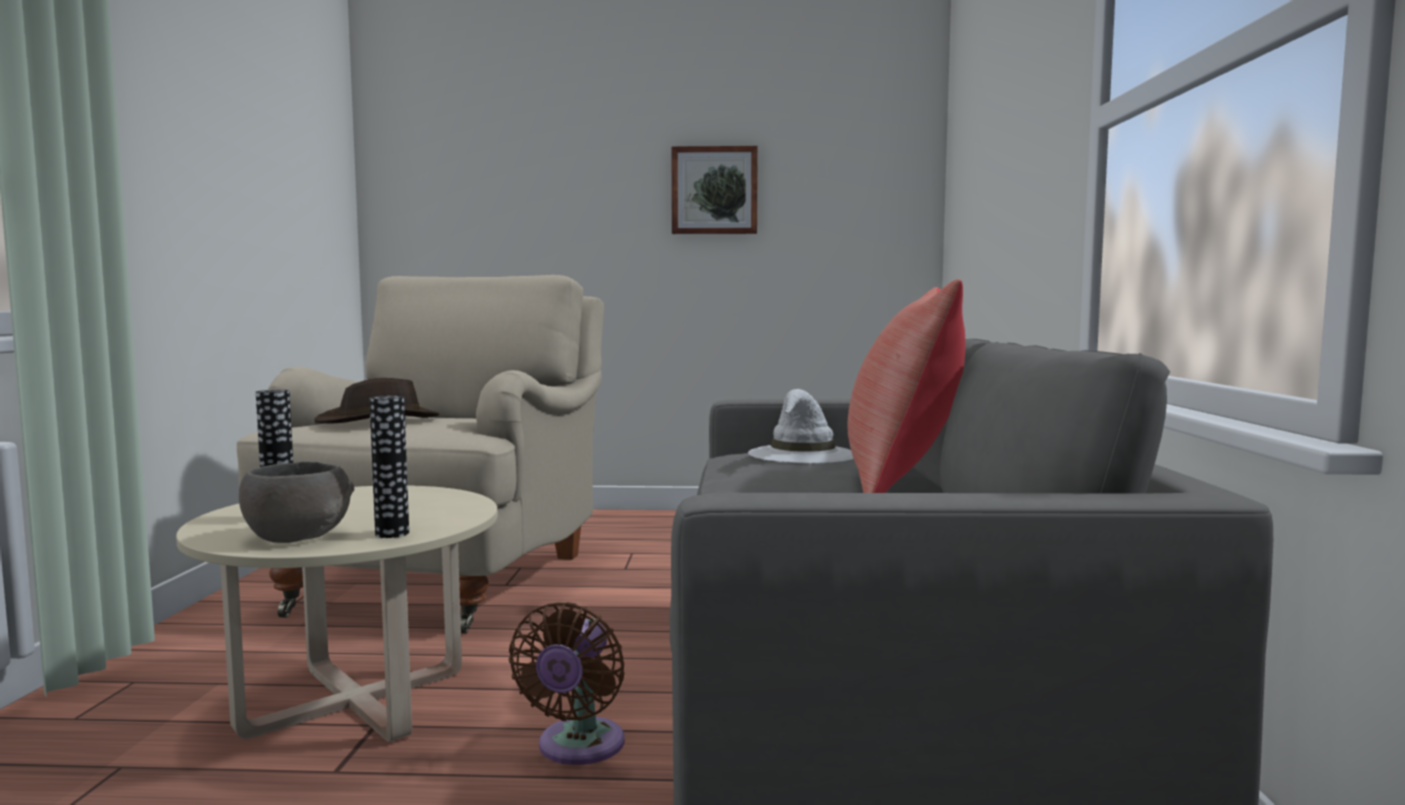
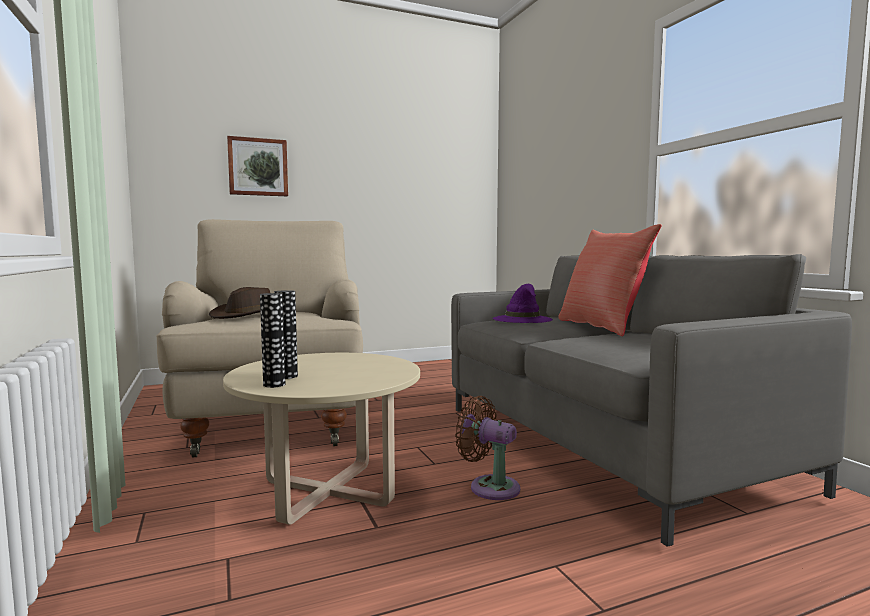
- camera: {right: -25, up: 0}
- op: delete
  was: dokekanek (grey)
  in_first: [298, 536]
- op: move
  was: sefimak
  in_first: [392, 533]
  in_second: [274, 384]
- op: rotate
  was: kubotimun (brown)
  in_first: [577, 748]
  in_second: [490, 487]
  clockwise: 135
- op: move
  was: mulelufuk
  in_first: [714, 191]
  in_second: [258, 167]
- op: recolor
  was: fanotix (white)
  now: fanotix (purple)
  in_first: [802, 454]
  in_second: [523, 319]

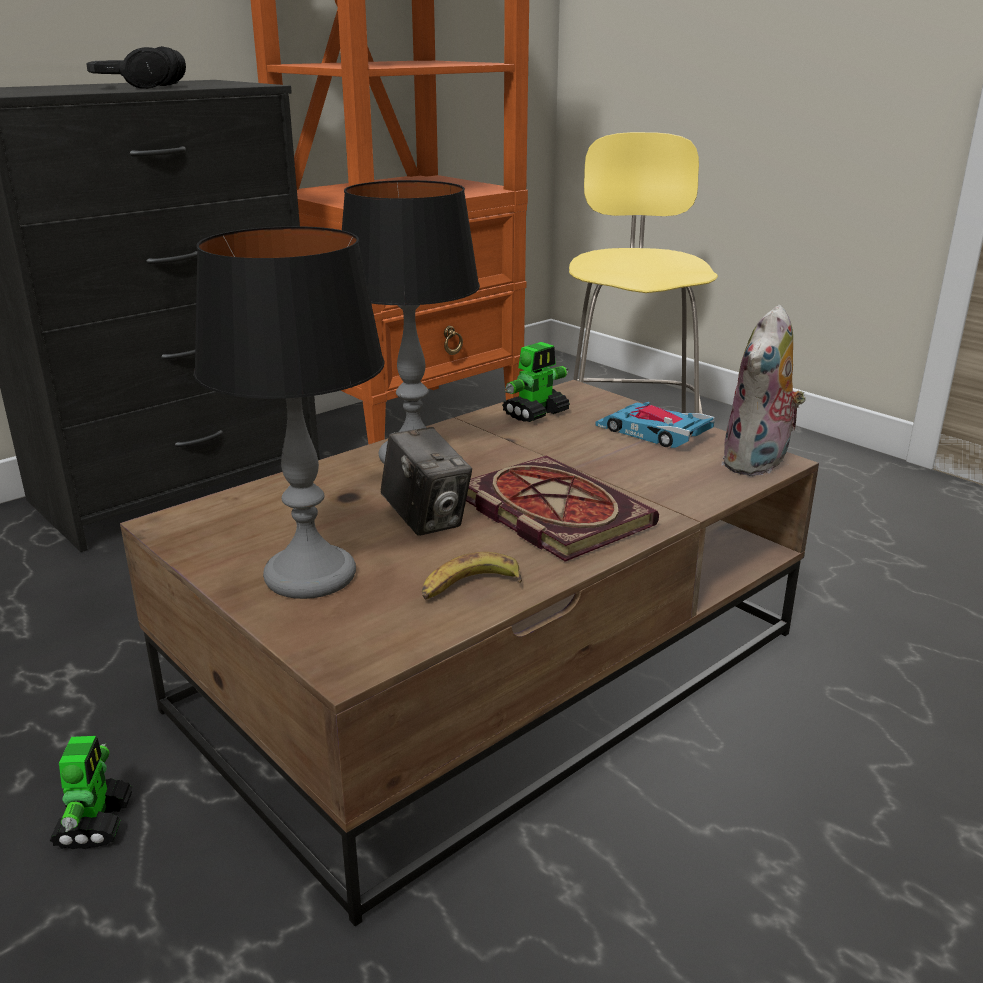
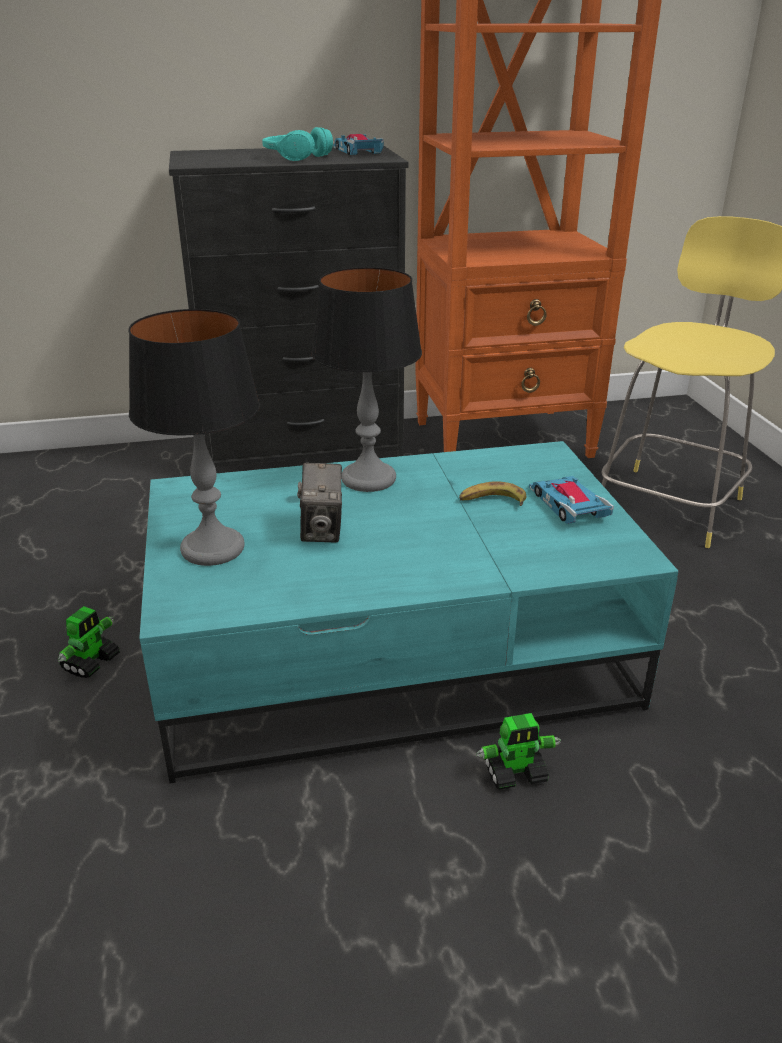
- camera: {right: 30, up: 5}
- op: recolor
  was: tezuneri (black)
  now: tezuneri (turquoise)
  in_first: [137, 87]
  in_second: [296, 157]
- op: recolor
  was: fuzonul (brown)
  now: fuzonul (turquoise)
  in_first: [494, 667]
  in_second: [394, 653]
- op: move
  was: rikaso
  in_first: [469, 587]
  in_second: [492, 501]
- op: delete
  was: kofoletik
  in_first: [549, 512]
- op: move
  was: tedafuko
  in_first: [536, 413]
  in_second: [516, 773]
- op: delete
  was: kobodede
  in_first: [758, 464]
- op: insert
  now: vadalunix
  in_second: [357, 151]

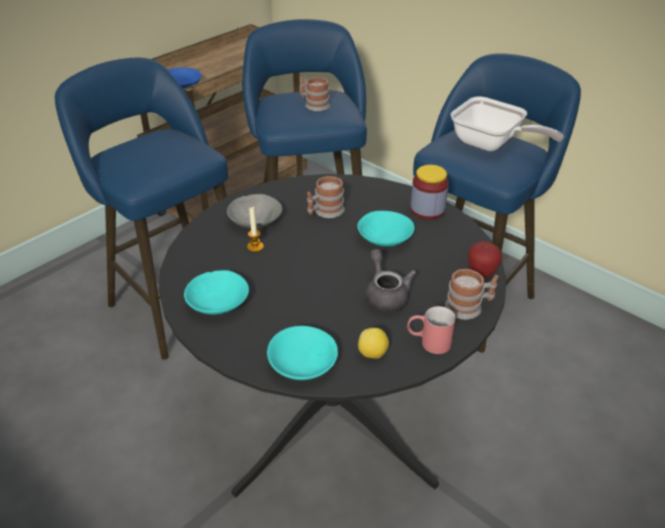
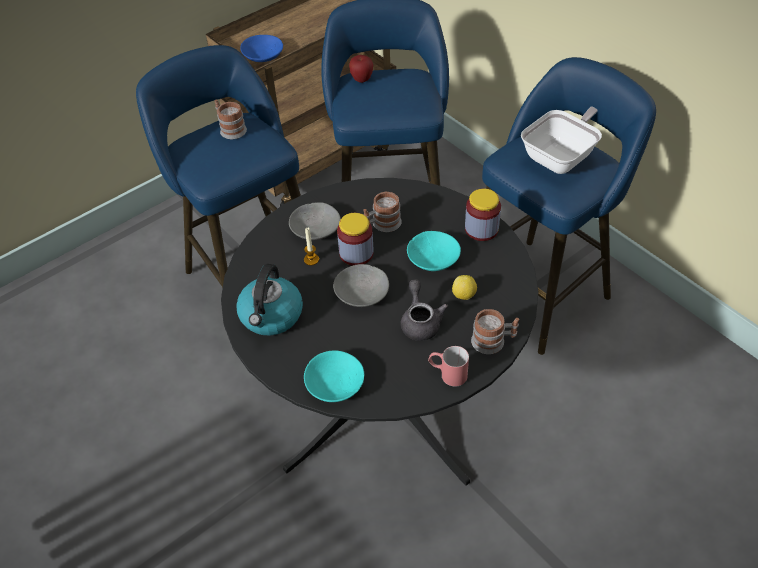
- camera: {right: 10, up: 10}
- op: replace
  was: dokekanek (turquoise)
  now: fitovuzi
  in_first: [218, 302]
  in_second: [271, 316]
- op: move
  was: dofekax
  in_first: [314, 105]
  in_second: [230, 129]
- op: move
  was: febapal
  in_first: [373, 354]
  in_second: [464, 295]
- op: rotate
  was: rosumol
  in_first: [491, 145]
  in_second: [563, 156]
  clockwise: -90
- op: move
  was: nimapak
  in_first: [481, 273]
  in_second: [362, 79]
- op: insert
  now: dokekanek (grey)
  in_second: [362, 293]
- op: insert
  now: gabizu
  in_second: [356, 253]

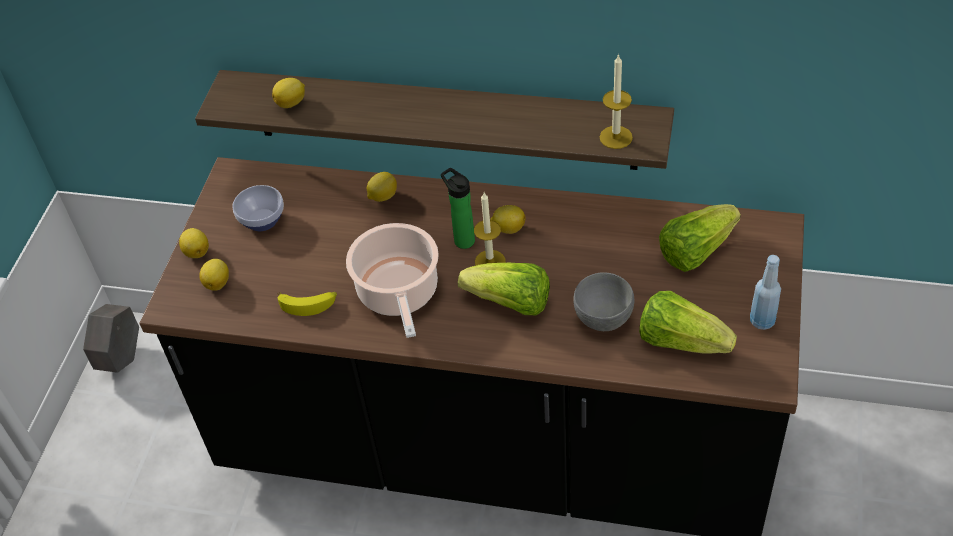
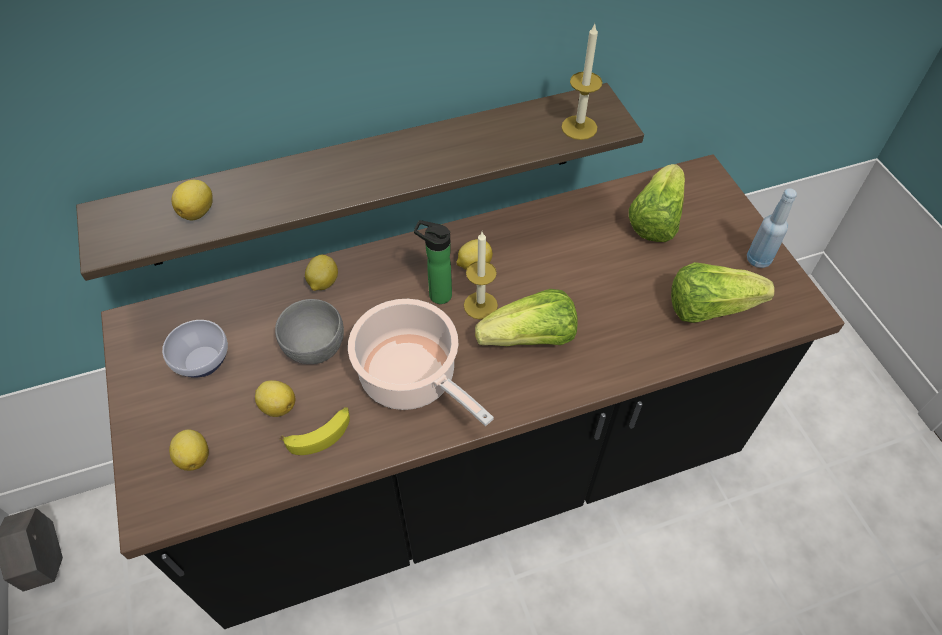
- camera: {right: -35, up: 5}
- op: move
  was: febapal
  in_first: [197, 251]
  in_second: [277, 406]
- op: move
  was: dokekanek (grey)
  in_first: [604, 318]
  in_second: [316, 347]

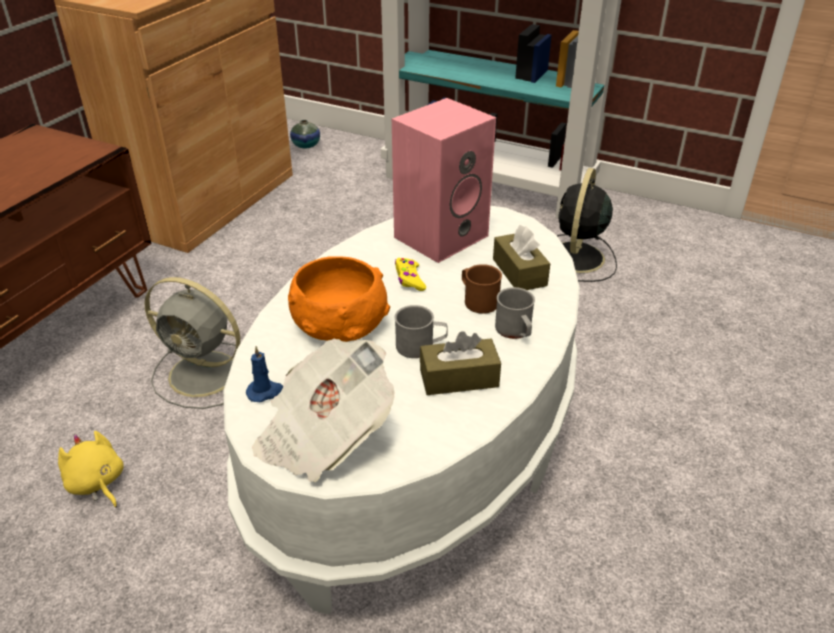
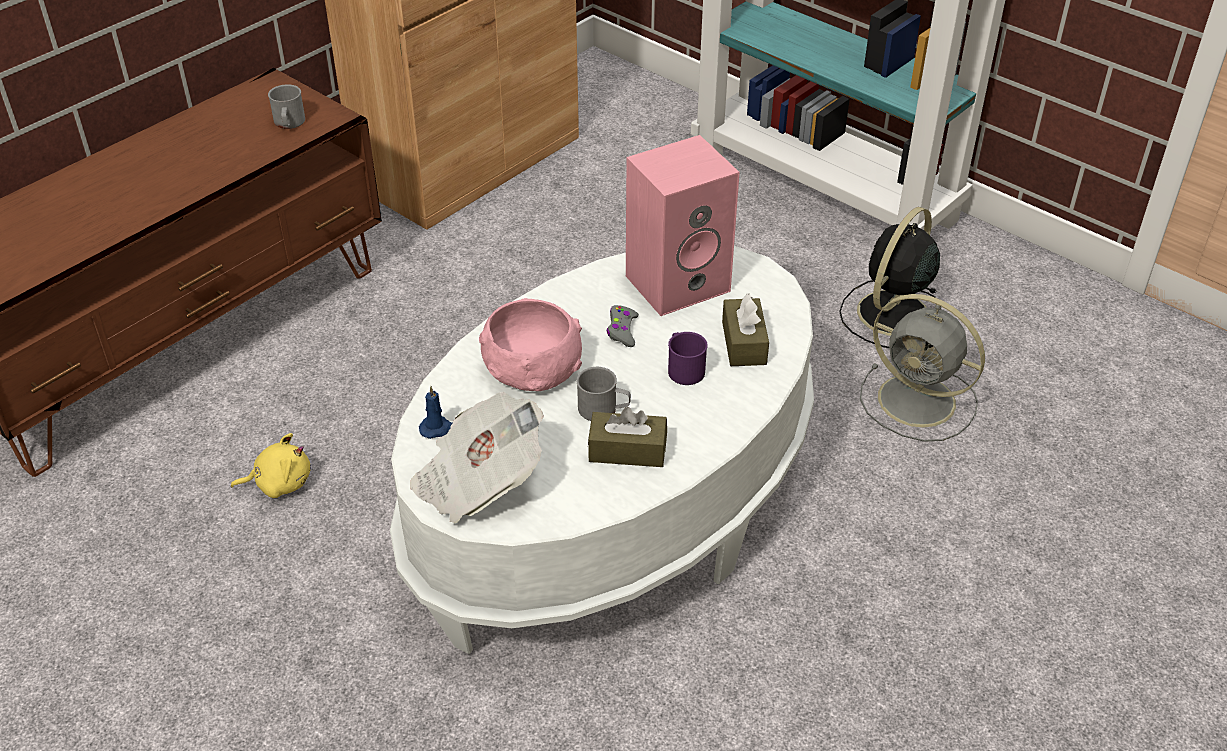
- camera: {right: 15, up: 5}
- op: rotate
  was: kobodede (yellow)
  in_first: [97, 484]
  in_second: [279, 483]
  clockwise: 105
- op: move
  was: kubotimun (grey)
  in_first: [206, 374]
  in_second: [920, 402]
- op: recolor
  was: dokekanek (orange)
  now: dokekanek (pink)
  in_first: [340, 321]
  in_second: [533, 367]
- op: delete
  was: sefimak
  in_first: [306, 145]
- op: recolor
  was: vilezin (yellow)
  now: vilezin (grey)
  in_first: [409, 279]
  in_second: [622, 330]
- op: recolor
  was: dofekax (brown)
  now: dofekax (purple)
  in_first: [477, 300]
  in_second: [683, 368]
- op: move
  was: dofekax (grey)
  in_first: [515, 331]
  in_second: [289, 123]

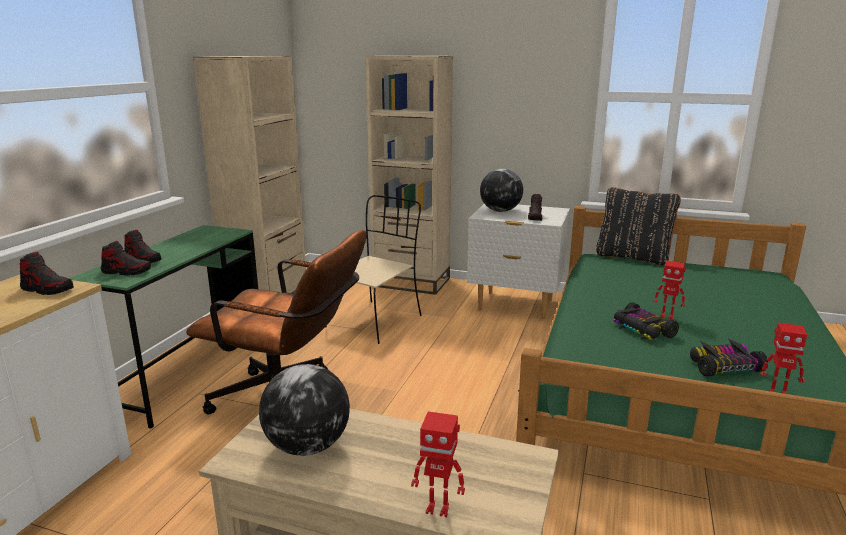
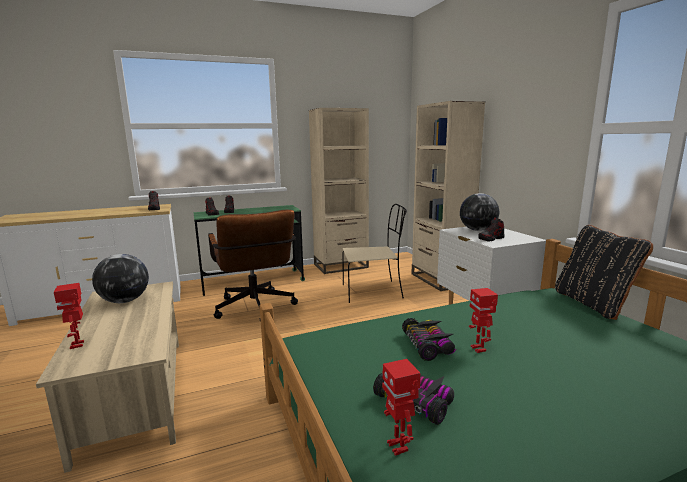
- camera: {right: 50, up: -5}
- op: rotate
  was: vadalunix
  in_first: [642, 330]
  in_second: [428, 345]
  clockwise: 150

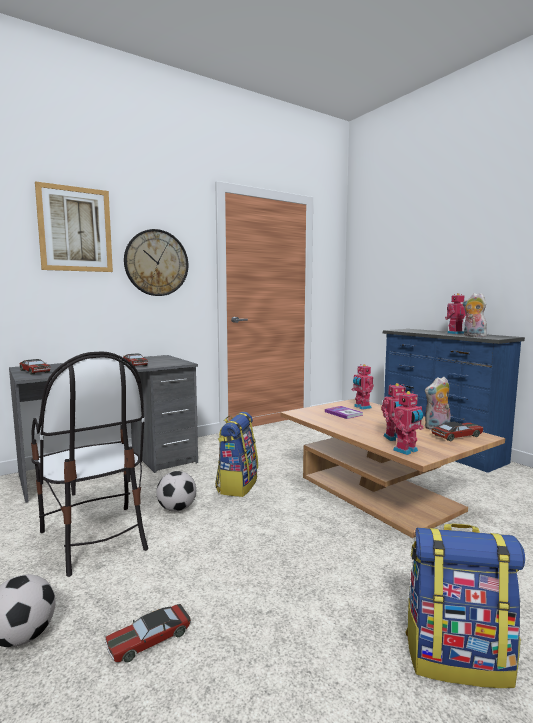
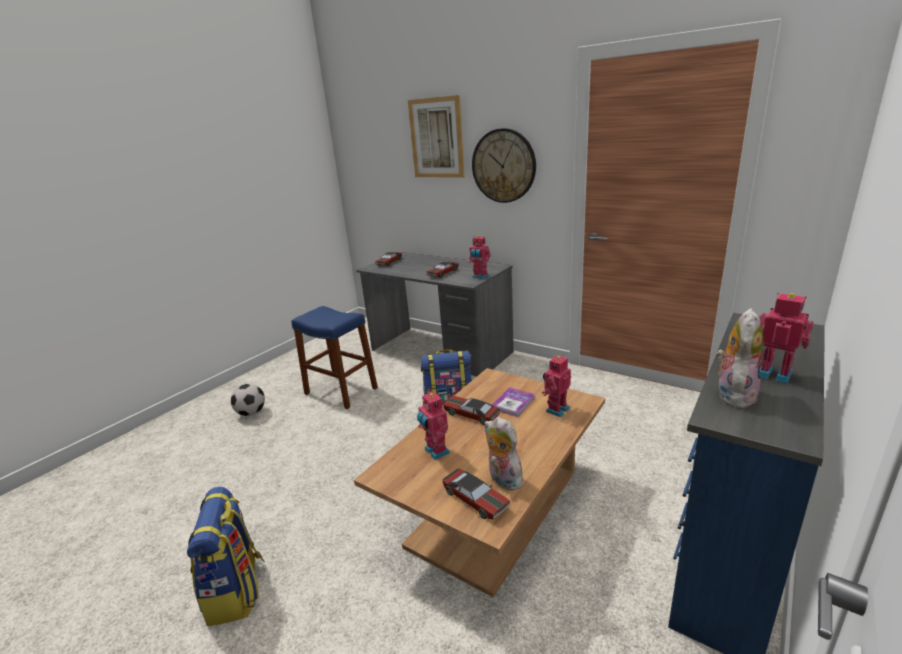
- camera: {right: 70, up: 15}
- op: replace
  was: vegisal
  now: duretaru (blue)
  in_first: [95, 538]
  in_second: [341, 391]
- op: move
  was: vadalunix
  in_first: [149, 639]
  in_second: [471, 414]
- op: delete
  was: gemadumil
  in_first: [177, 509]
- op: move
  was: tedafuko
  in_first: [407, 451]
  in_second: [480, 277]

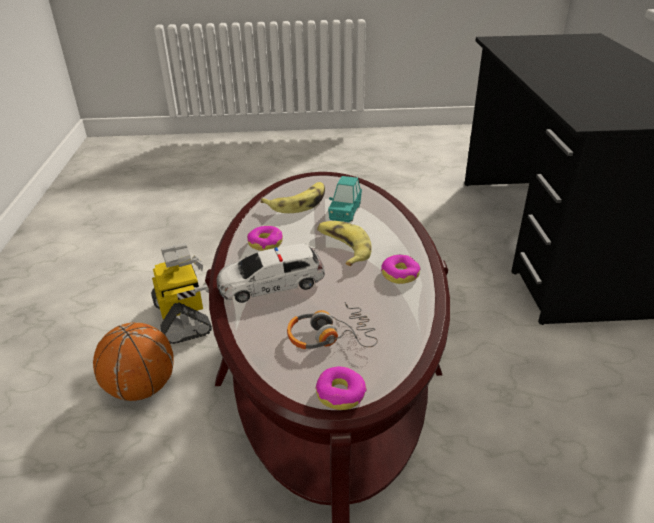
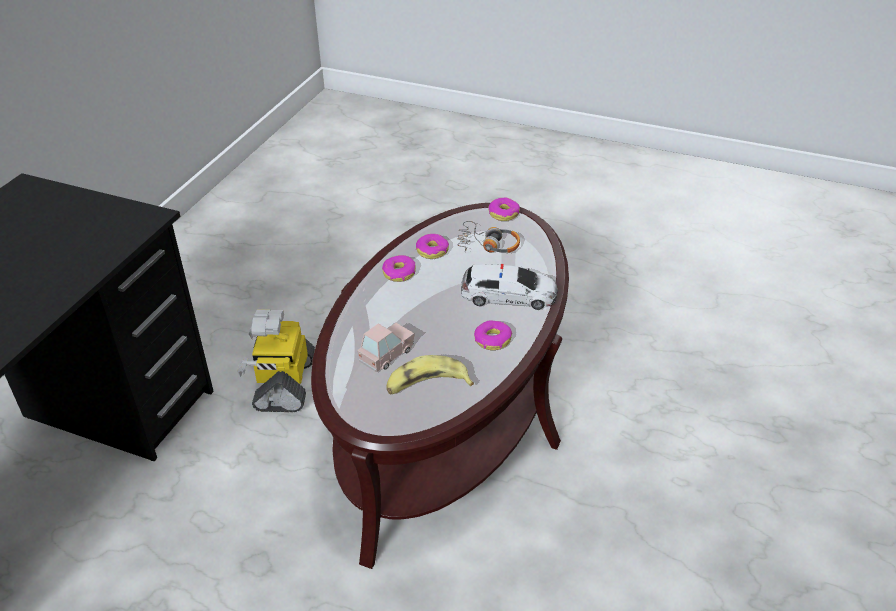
- camera: {right: -155, up: 5}
- op: delete
  was: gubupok
  in_first: [142, 388]
- op: move
  was: tedafuko
  in_first: [184, 318]
  in_second: [284, 383]
- op: delete
  was: rikaso
  in_first: [343, 248]
- op: recolor
  was: vadalunix (turquoise)
  now: vadalunix (pink)
  in_first: [345, 212]
  in_second: [387, 355]
- op: insert
  now: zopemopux
  in_second: [432, 251]

